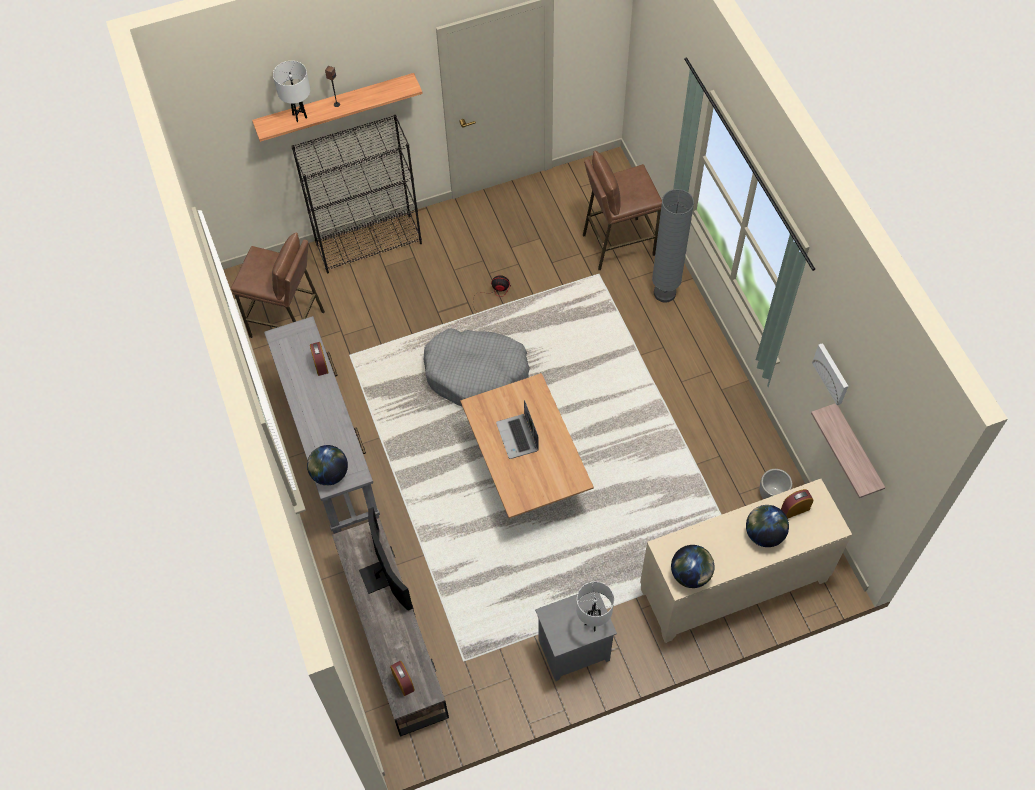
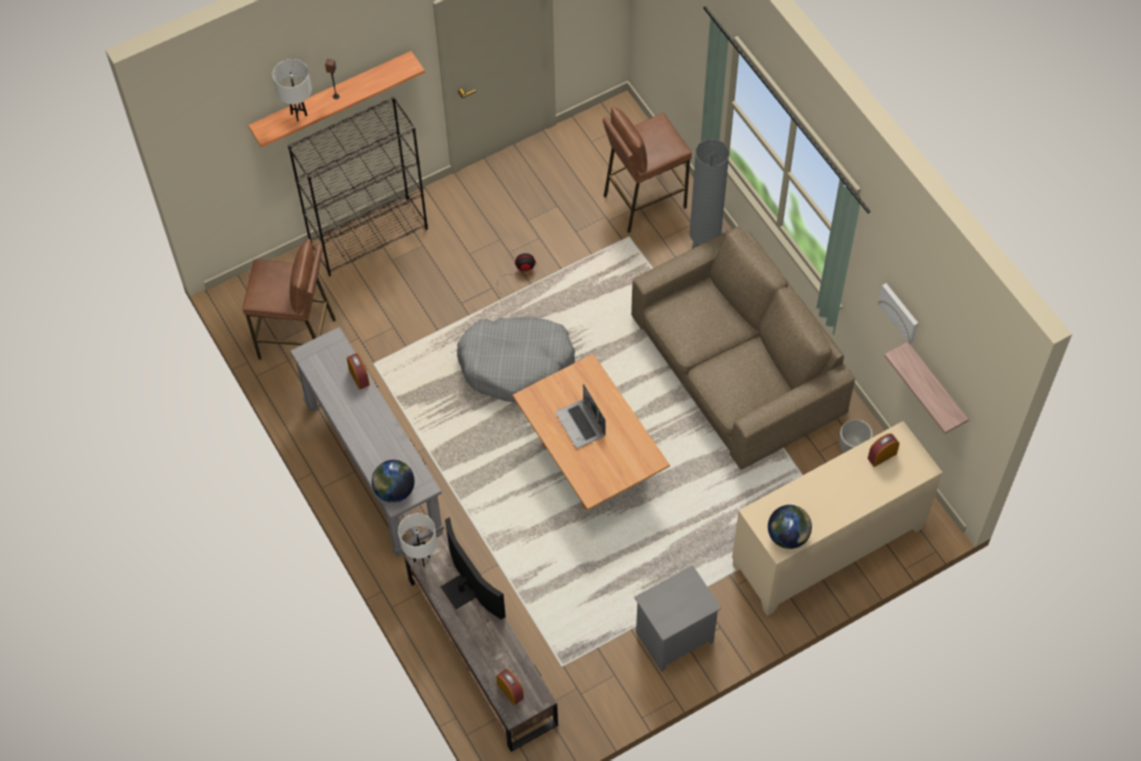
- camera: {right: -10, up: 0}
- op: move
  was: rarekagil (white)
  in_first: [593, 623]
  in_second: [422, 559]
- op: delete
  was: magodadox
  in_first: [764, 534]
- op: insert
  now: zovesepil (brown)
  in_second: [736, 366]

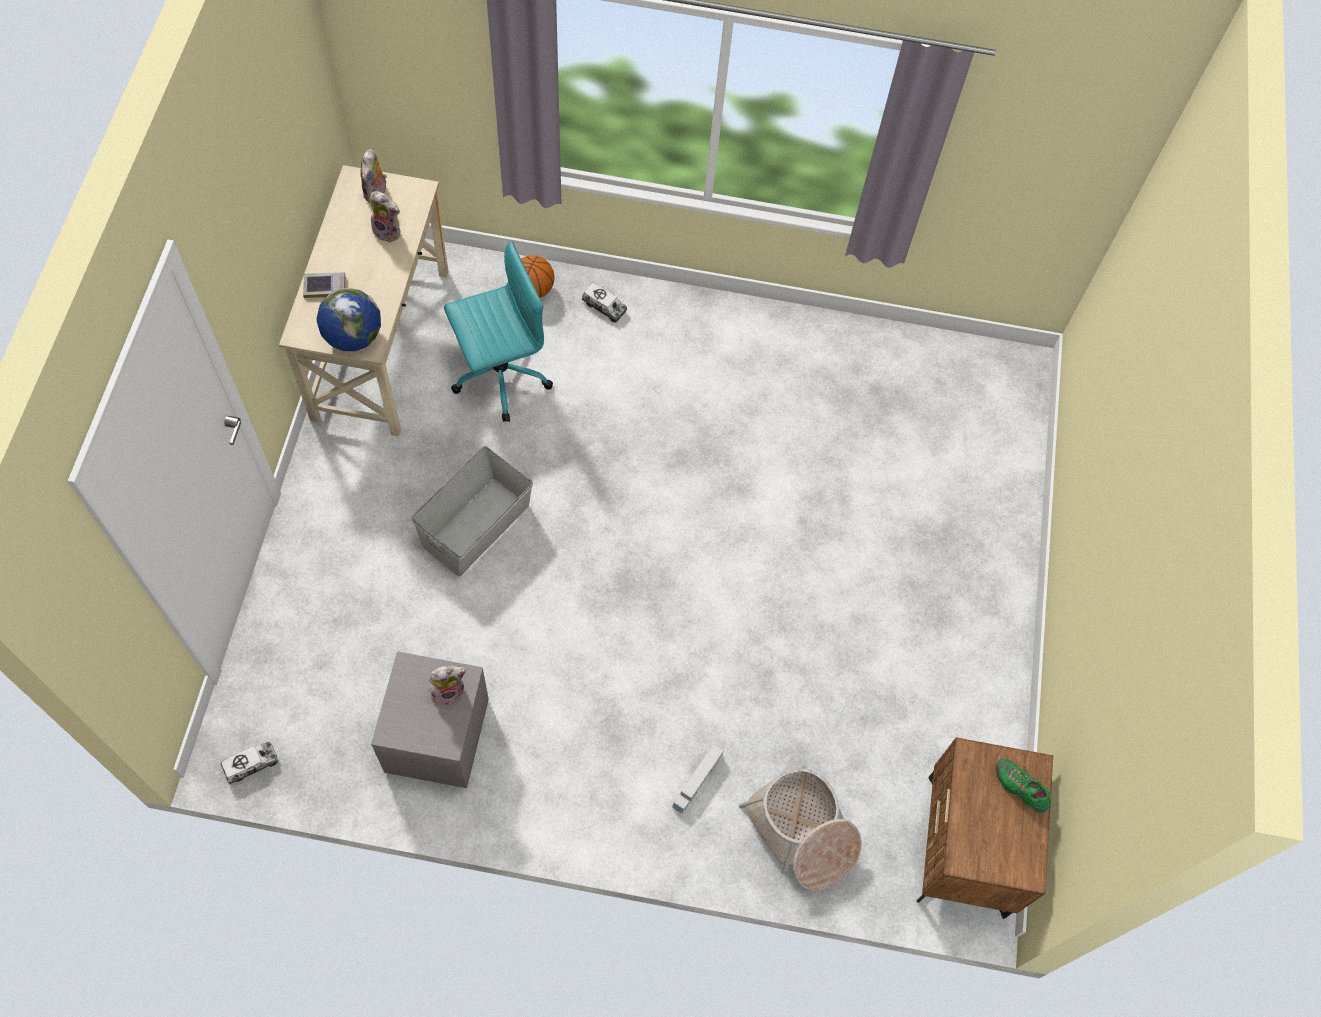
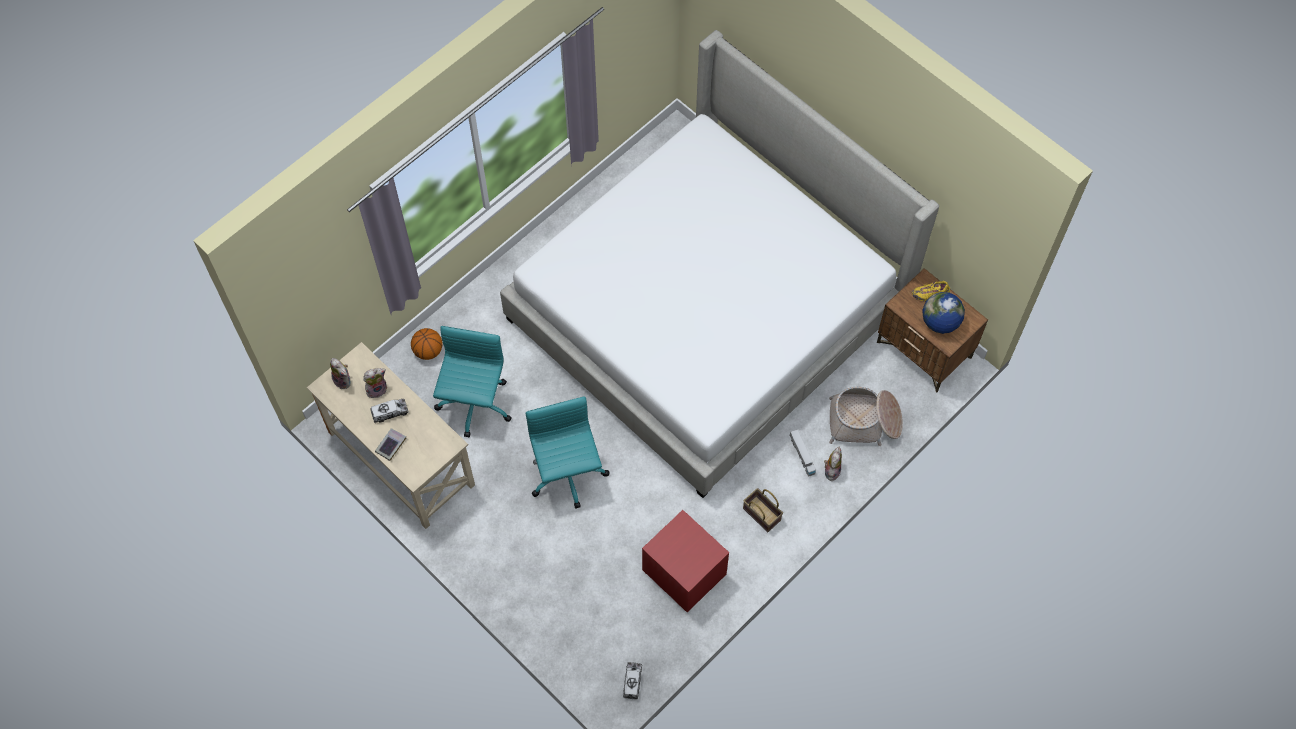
- camera: {right: -50, up: 0}
- op: move
  was: magodadox
  in_first: [353, 337]
  in_second: [940, 322]
- op: recolor
  was: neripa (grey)
  now: neripa (red)
  in_first: [437, 736]
  in_second: [684, 572]
- op: replace
  was: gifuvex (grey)
  now: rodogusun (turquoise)
  in_first: [477, 526]
  in_second: [568, 476]
- op: move
  was: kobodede
  in_first: [448, 690]
  in_second: [831, 470]
- op: move
  was: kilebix
  in_first: [604, 307]
  in_second: [390, 412]
- op: recolor
  was: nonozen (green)
  now: nonozen (yellow)
  in_first: [1020, 788]
  in_second: [930, 294]
- op: insert
  now: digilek
  in_second: [707, 312]
- op: insert
  now: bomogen
  in_second: [760, 514]

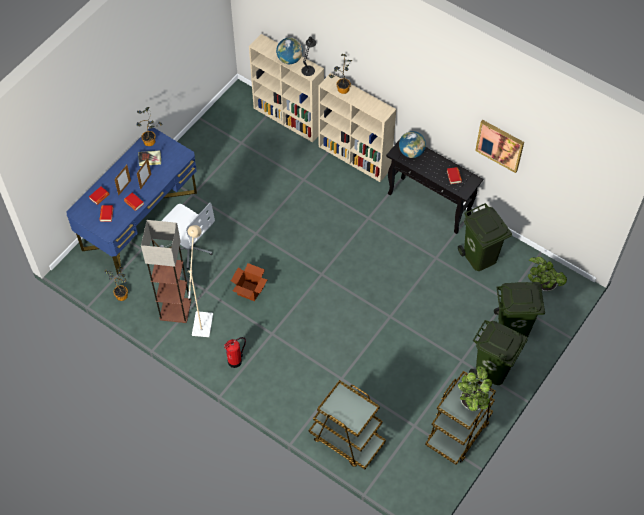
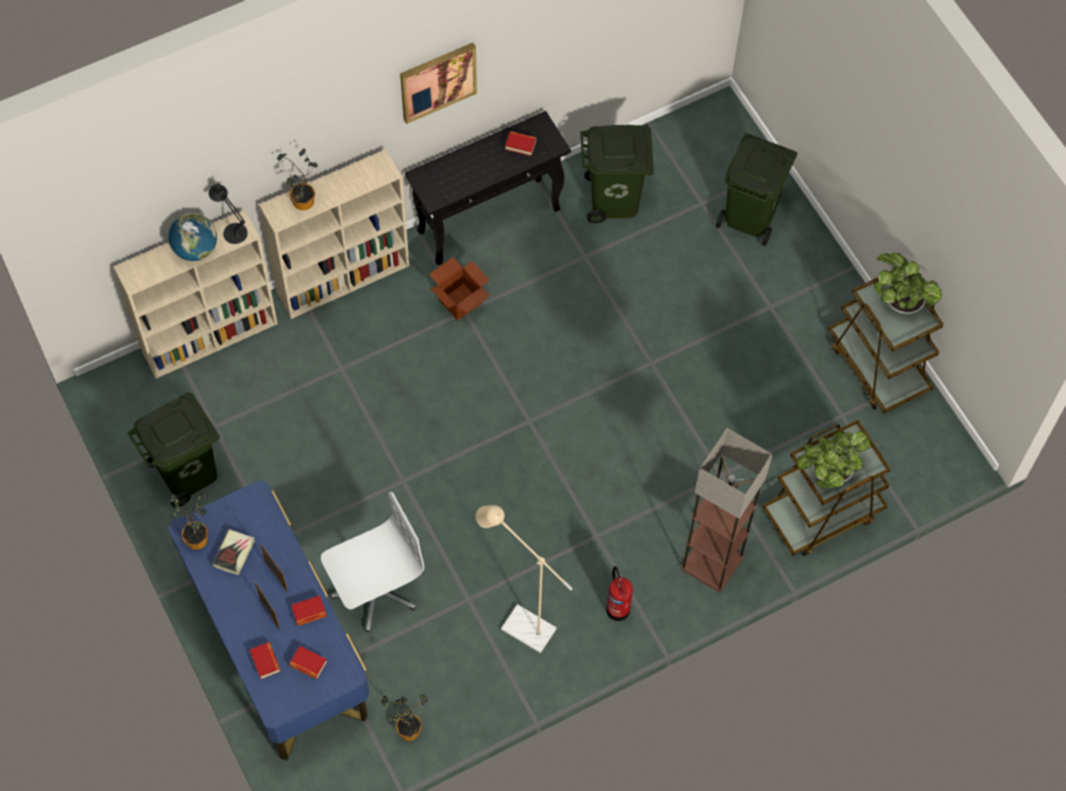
- camera: {right: -65, up: 5}
- op: move
  was: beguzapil
  in_first: [175, 310]
  in_second: [712, 563]
- op: move
  was: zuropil
  in_first: [249, 291]
  in_second: [460, 302]
- op: delete
  was: magodadox
  in_first: [411, 152]
- op: move
  was: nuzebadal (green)
  in_first: [492, 370]
  in_second: [188, 474]
- op: move
  was: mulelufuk
  in_first: [500, 145]
  in_second: [437, 81]
- op: move
  was: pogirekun
  in_first: [543, 284]
  in_second: [828, 473]

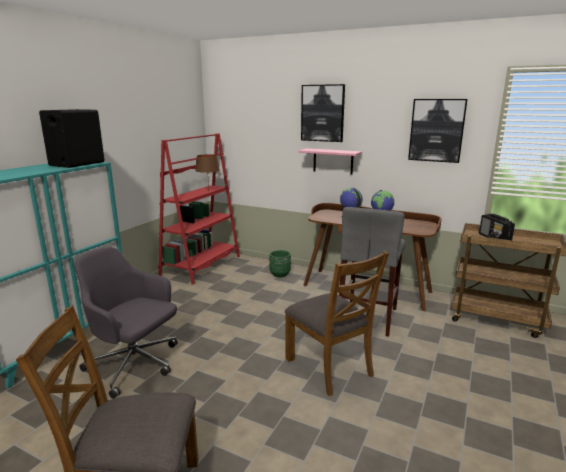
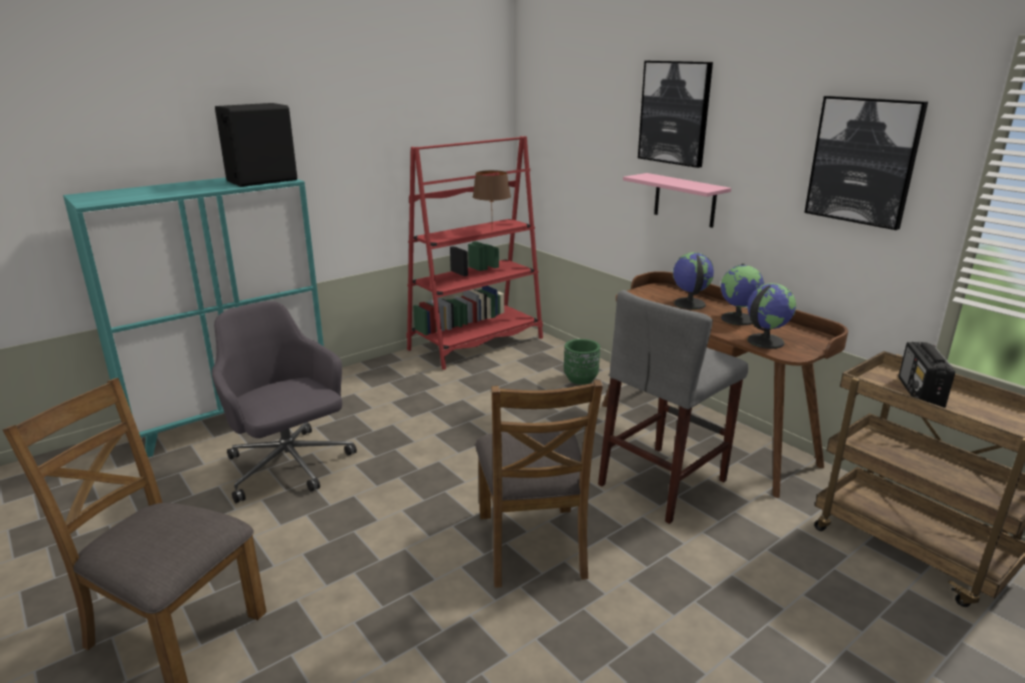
- camera: {right: 25, up: 5}
- op: insert
  now: magodadox
  in_second: [764, 341]

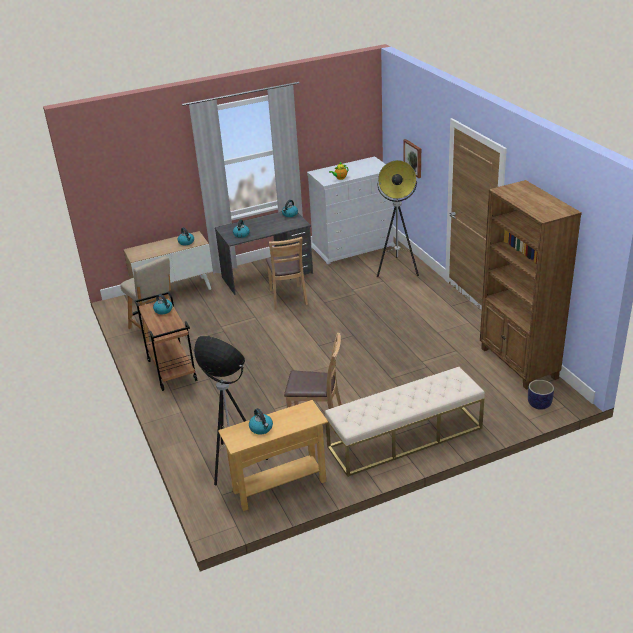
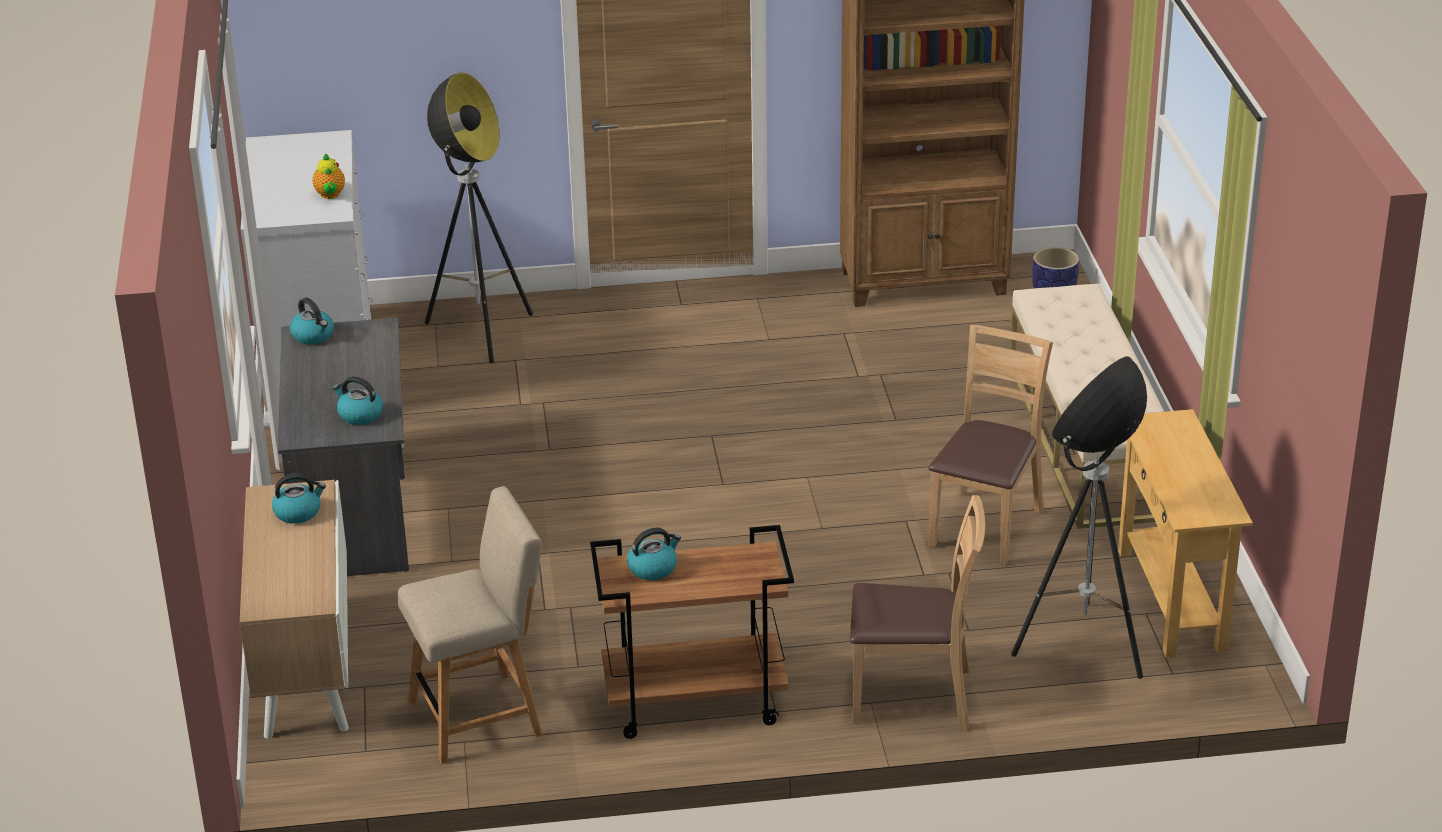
- camera: {right: -75, up: 0}
- op: delete
  was: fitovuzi
  in_first: [261, 428]
- op: move
  was: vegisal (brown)
  in_first: [288, 297]
  in_second: [913, 697]
- op: delete
  was: mulelufuk
  in_first: [413, 158]

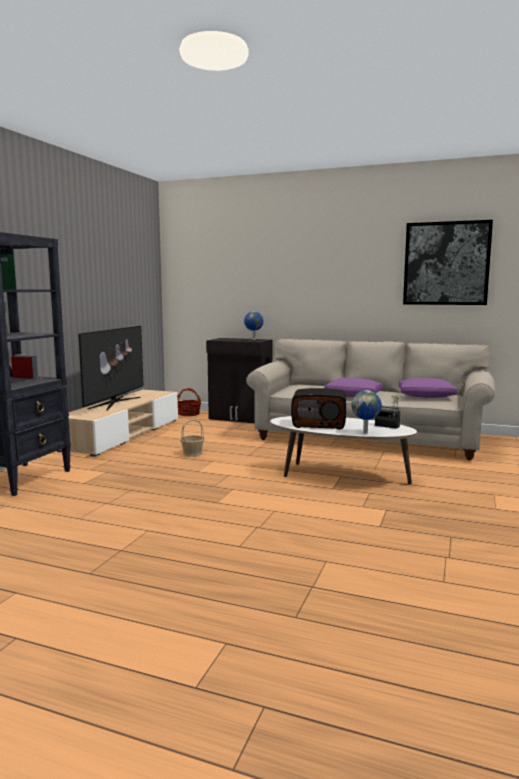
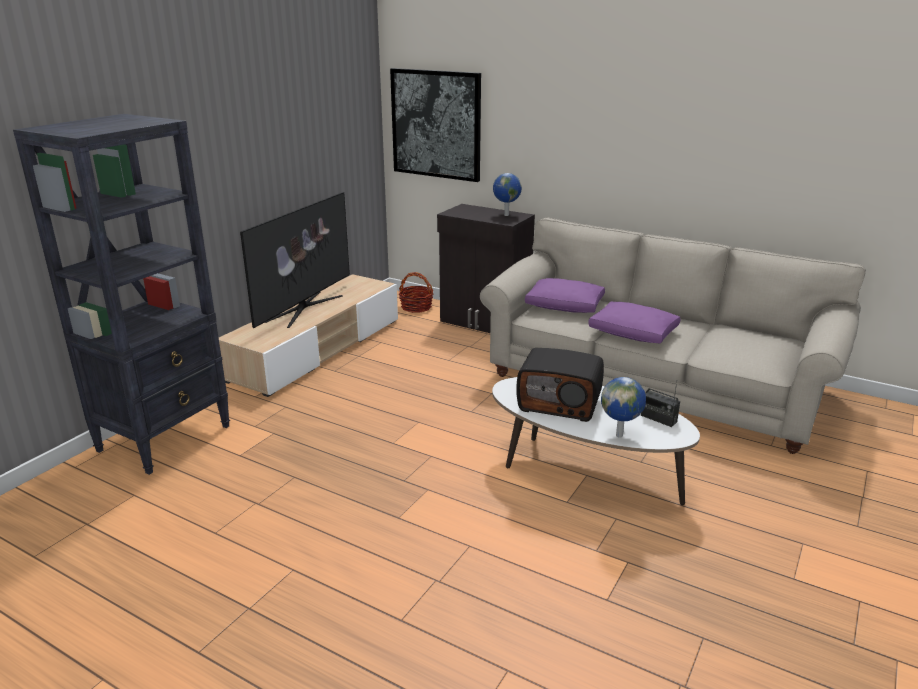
- camera: {right: 10, up: 15}
- op: delete
  was: bomogen
  in_first: [192, 453]
- op: move
  was: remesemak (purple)
  in_first: [426, 396]
  in_second: [565, 306]
- op: move
  was: mulelufuk
  in_first: [446, 263]
  in_second: [436, 124]

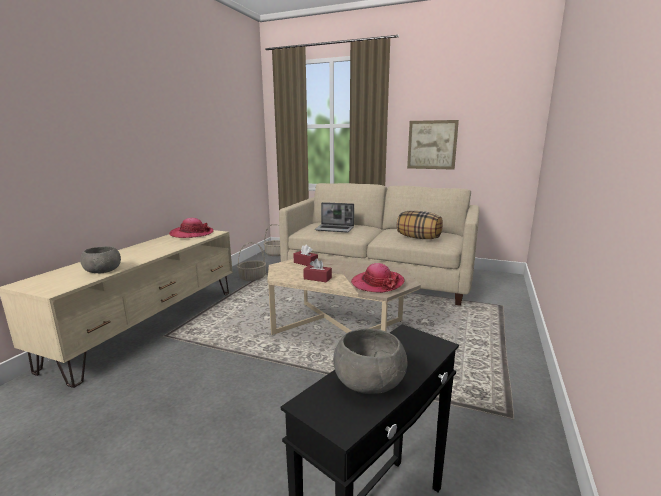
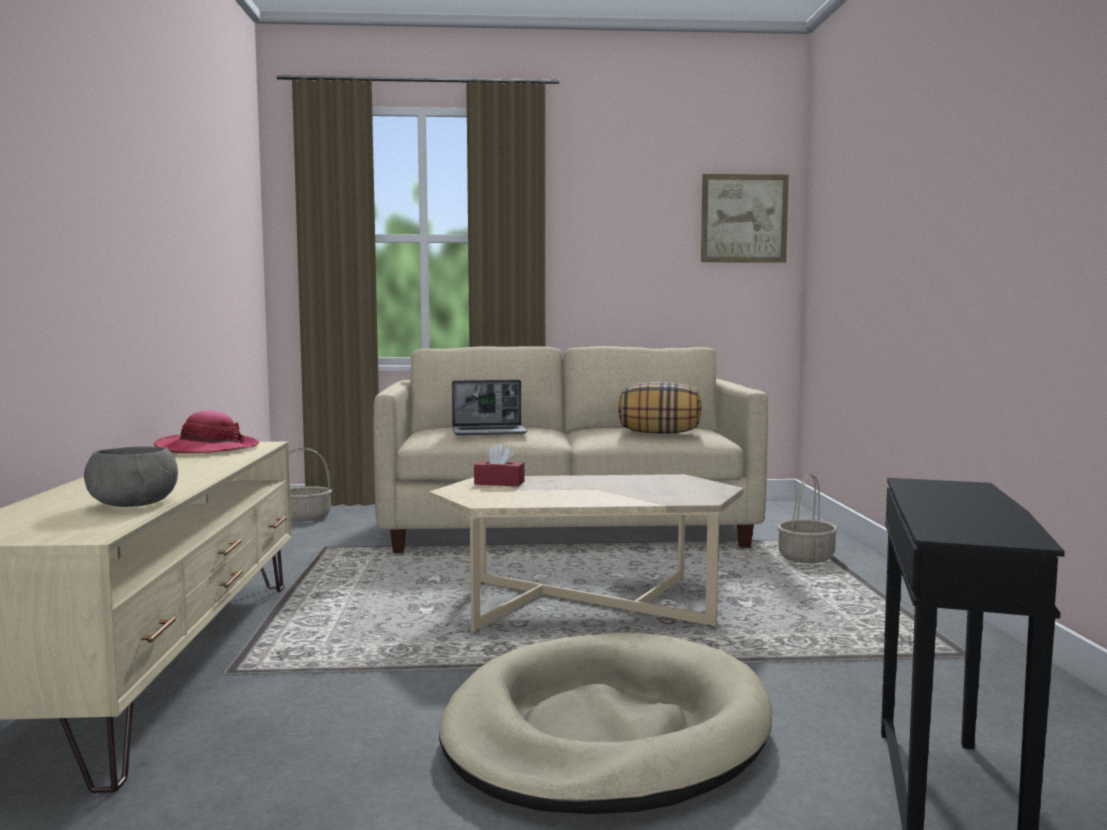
- camera: {right: -25, up: -10}
- op: move
  was: bomogen
  in_first: [252, 277]
  in_second: [805, 558]
- op: delete
  was: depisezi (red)
  in_first: [317, 278]
- op: delete
  was: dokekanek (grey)
  in_first: [370, 382]
- op: delete
  was: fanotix
  in_first: [377, 283]
- op: move
  was: mulelufuk
  in_first: [432, 145]
  in_second: [744, 218]
- op: insert
  now: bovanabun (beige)
  in_second: [606, 732]

